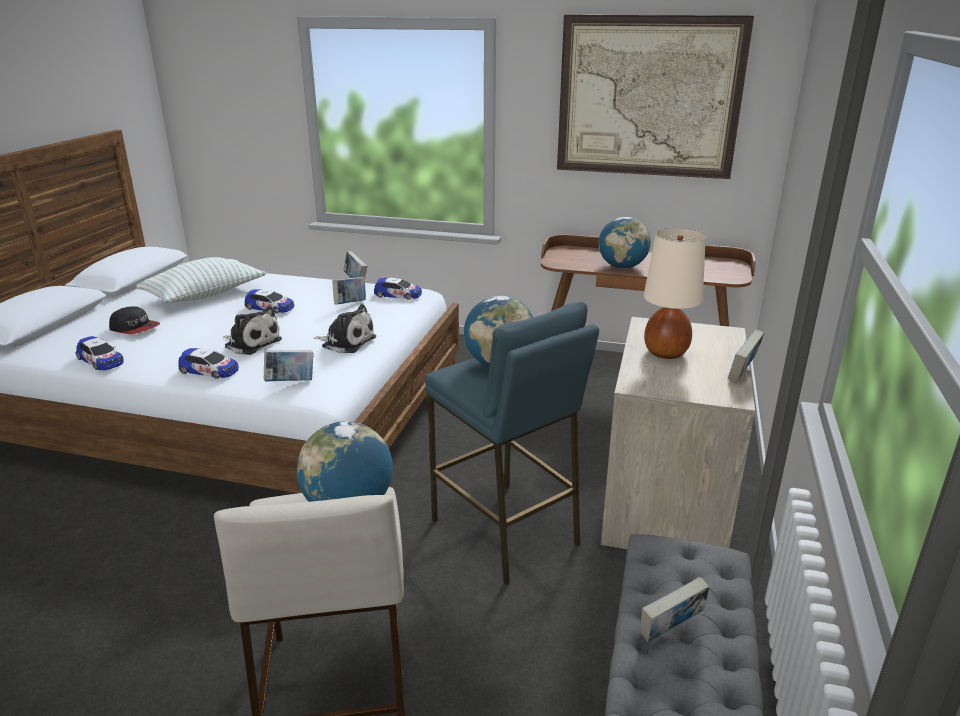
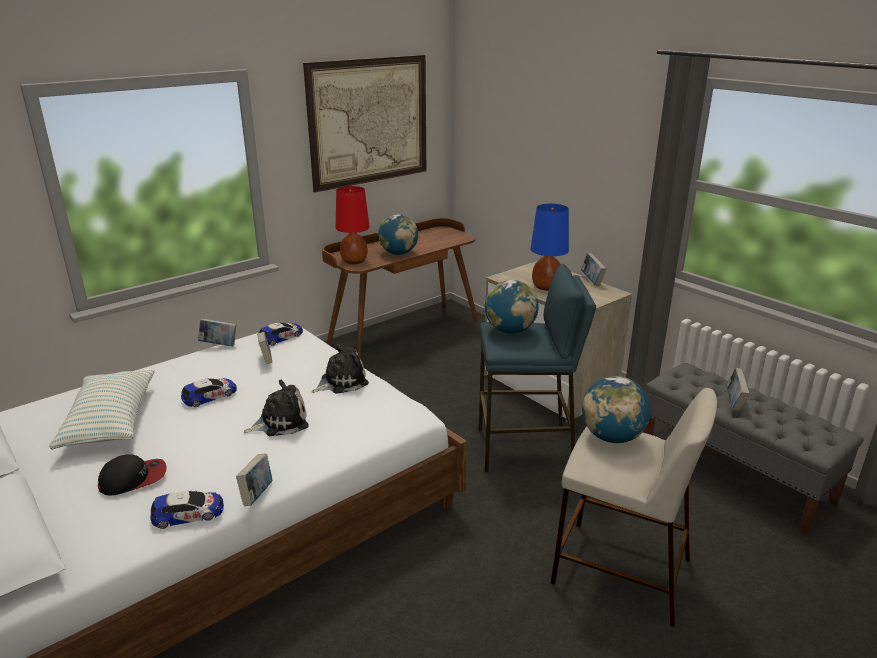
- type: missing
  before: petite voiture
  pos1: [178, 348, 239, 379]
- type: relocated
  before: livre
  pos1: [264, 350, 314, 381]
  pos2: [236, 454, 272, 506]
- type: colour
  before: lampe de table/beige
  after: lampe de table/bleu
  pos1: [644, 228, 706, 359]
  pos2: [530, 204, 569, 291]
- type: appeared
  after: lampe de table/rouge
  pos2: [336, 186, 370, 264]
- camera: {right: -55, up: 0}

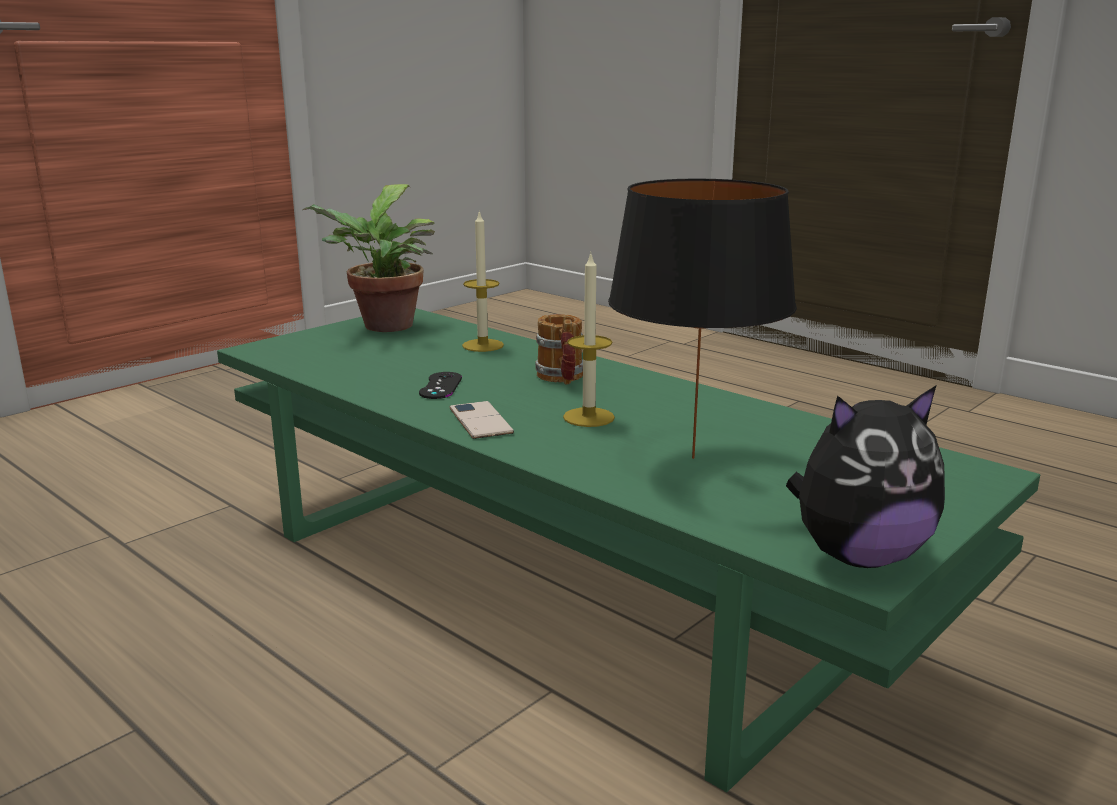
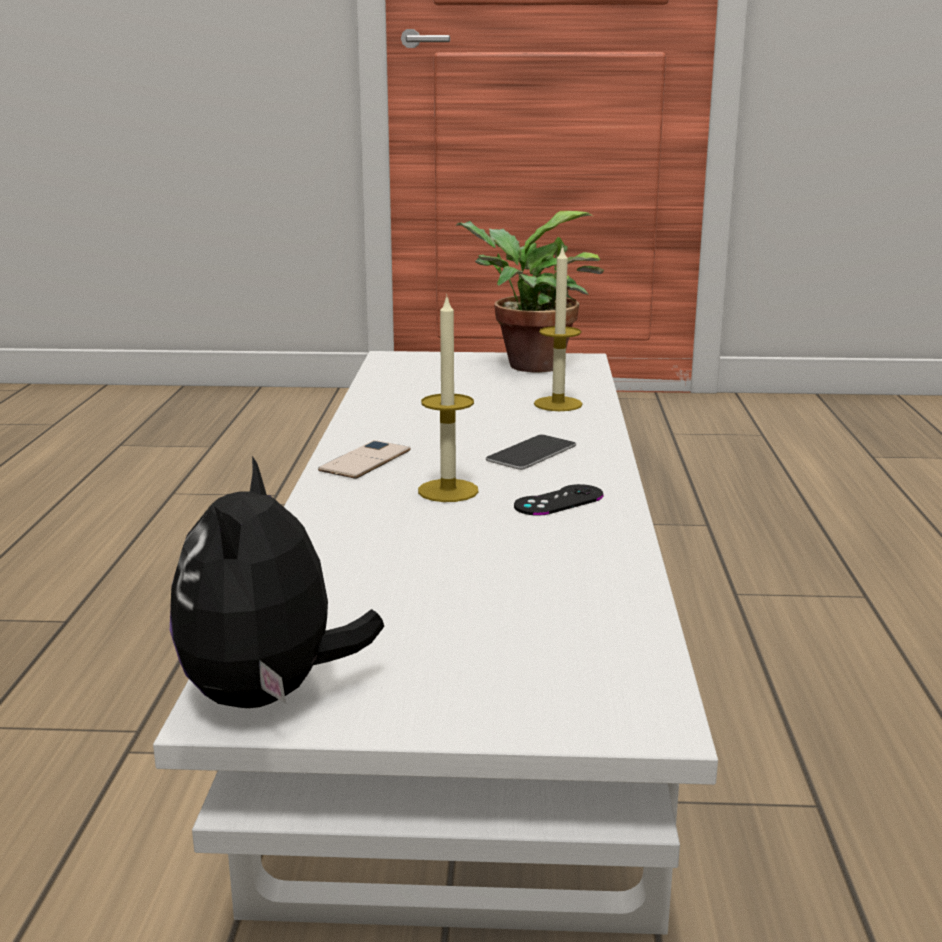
- type: colour
  before: table basse/vert
  after: table basse/blanc
  pos1: [217, 308, 1040, 792]
  pos2: [153, 351, 718, 935]
- type: relocated
  before: manette/noir
  pos1: [419, 372, 462, 399]
  pos2: [514, 484, 604, 516]
- type: exchanged
  before: mug
  after: téléphone
  pos1: [535, 314, 583, 384]
  pos2: [486, 434, 576, 470]
- type: missing
  before: lampe de table/noir
  pos1: [608, 179, 797, 459]
- type: spun
  before: peluche
  pos1: [786, 385, 945, 568]
  pos2: [170, 456, 384, 708]
  turn: 60
- camera: {right: 50, up: 0}

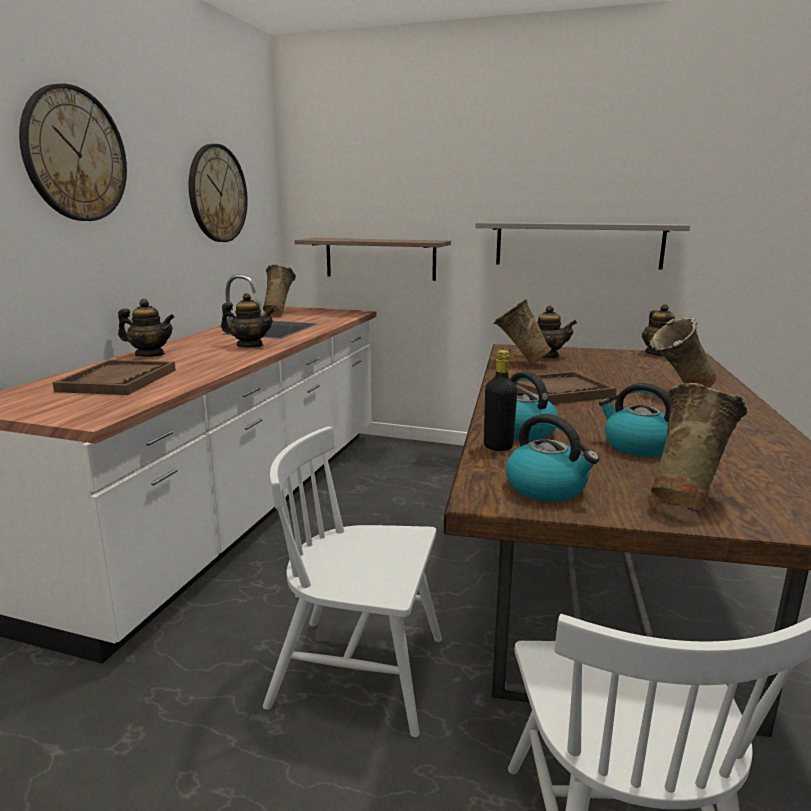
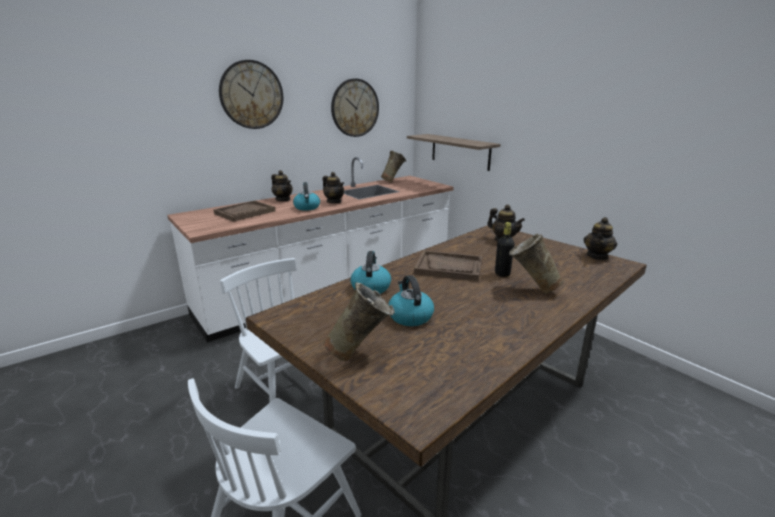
- type: missing
  before: étagère/gris
  pos1: [475, 222, 690, 270]
- type: relocated
  before: bouteille/noir
  pos1: [484, 350, 517, 451]
  pos2: [495, 222, 515, 277]
- type: missing
  before: vase/beige
  pos1: [493, 300, 552, 365]
- type: relocated
  before: bouilloire
  pos1: [506, 414, 599, 502]
  pos2: [293, 182, 320, 210]
- camera: {right: 35, up: 5}

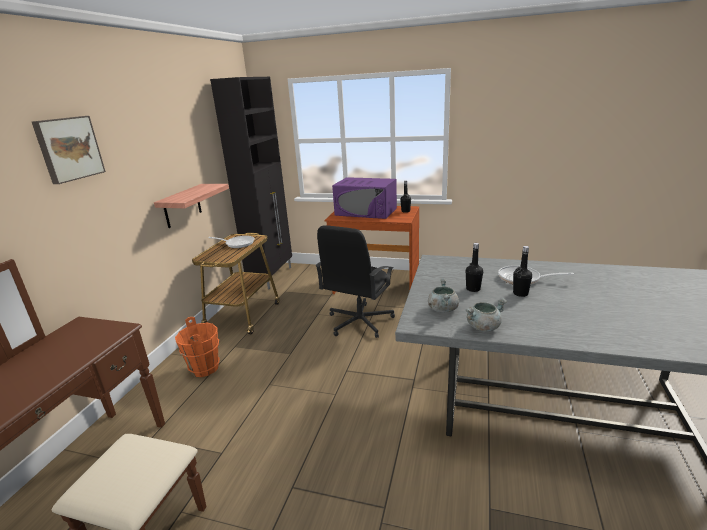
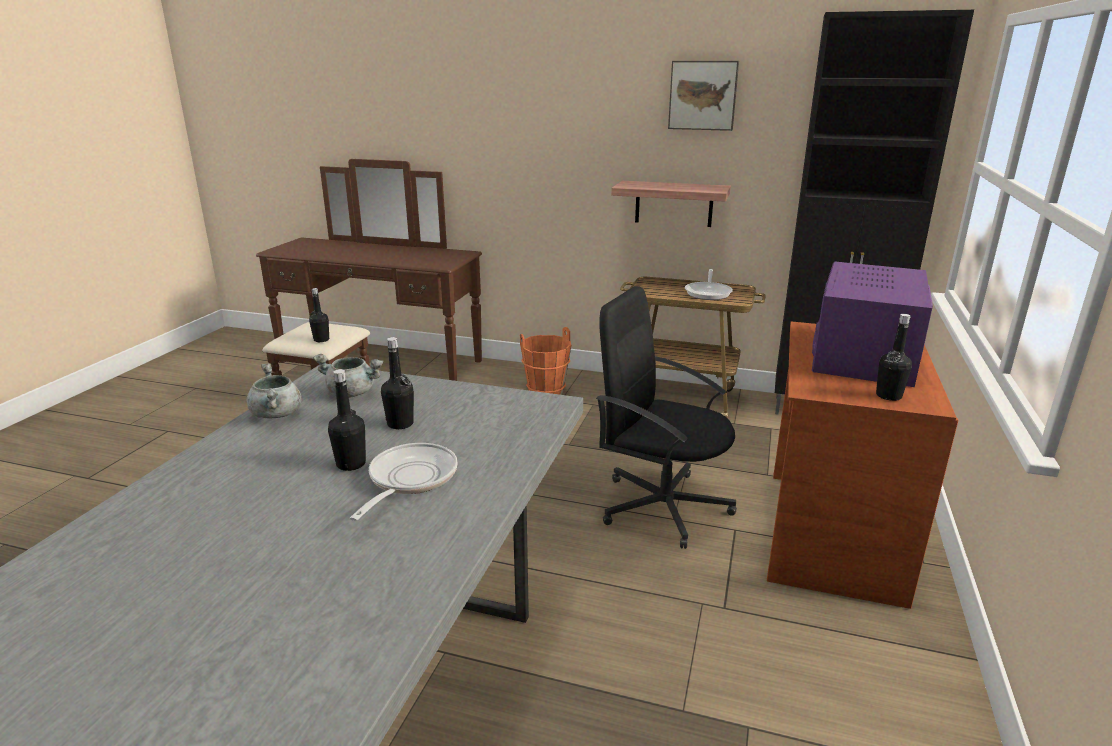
- type: relocated
  before: tableau
  pos1: [32, 116, 106, 184]
  pos2: [668, 61, 739, 131]
- type: appeared
  after: bouteille/noir
  pos2: [309, 288, 329, 342]
- camera: {right: 90, up: 0}

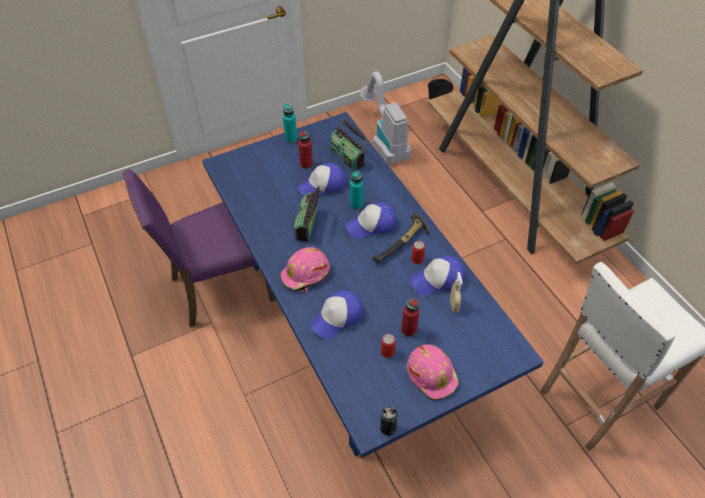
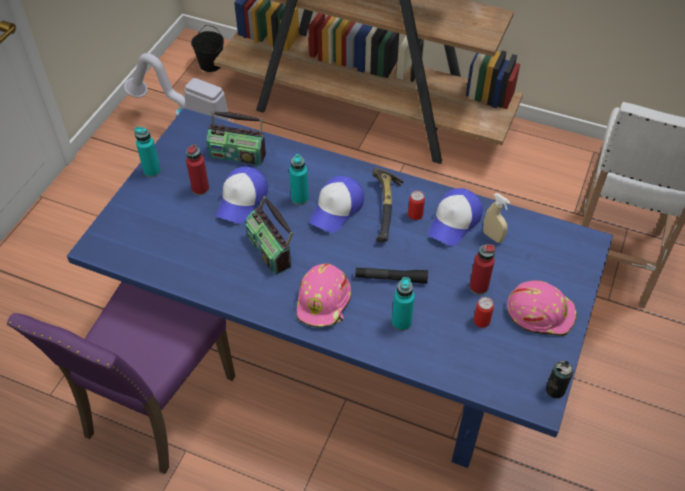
- type: exchanged
  before: casquette
  after: bouteille/turquoise
  pos1: [310, 290, 363, 339]
  pos2: [392, 277, 415, 331]
- type: appeared
  after: lampe de poche/noir
  pos2: [355, 267, 428, 284]
- camera: {right: -40, up: 0}

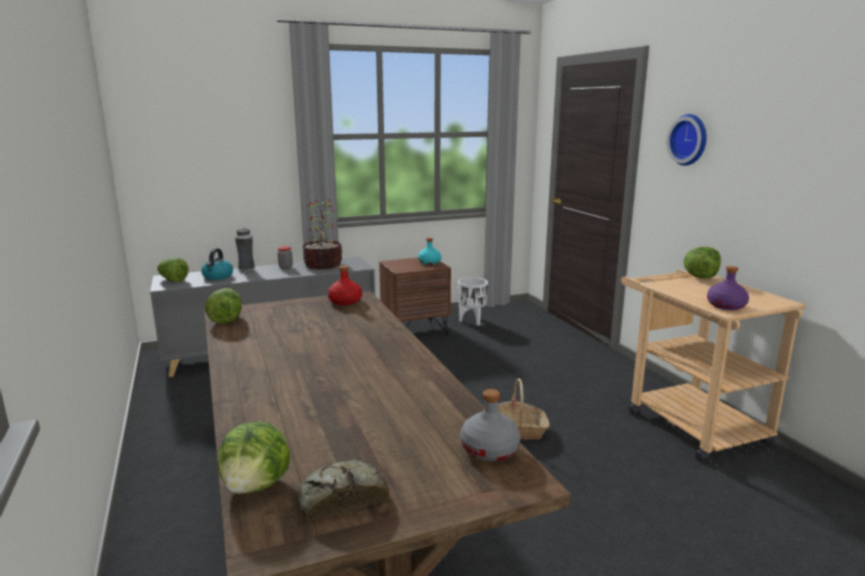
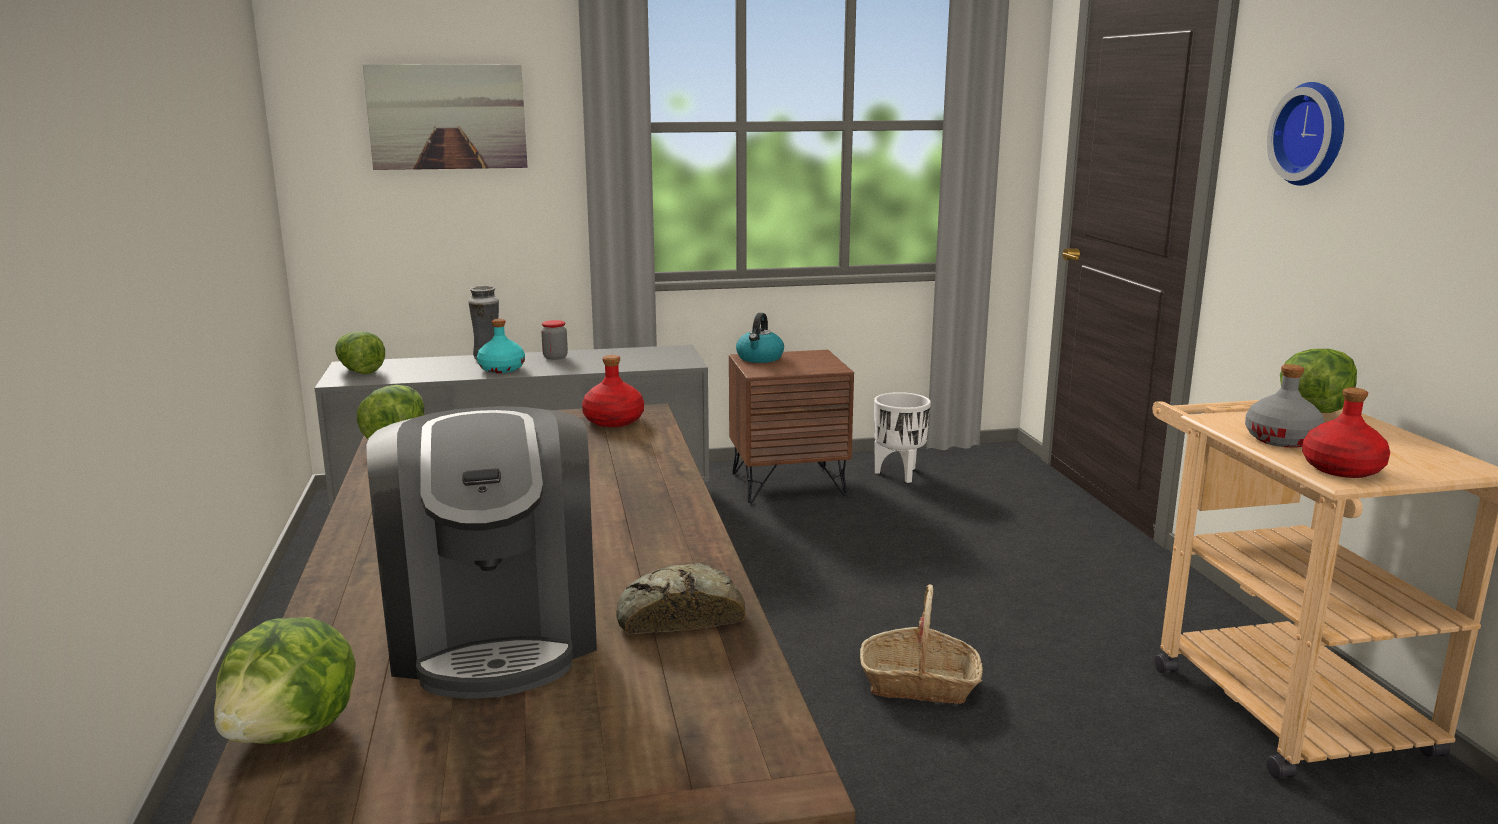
- type: relocated
  before: bouilloire
  pos1: [201, 248, 233, 280]
  pos2: [736, 313, 784, 363]
- type: relocated
  before: pain
  pos1: [298, 459, 389, 520]
  pos2: [616, 563, 745, 634]
- type: missing
  before: plante en pot
  pos1: [303, 199, 342, 269]
- type: relocated
  before: bouteille/turquoise
  pos1: [418, 238, 441, 265]
  pos2: [477, 319, 525, 373]
- type: relocated
  before: bouteille/gris
  pos1: [460, 389, 520, 461]
  pos2: [1245, 364, 1325, 448]
- type: colour
  before: bouteille/violet
  after: bouteille/rouge
  pos1: [707, 266, 749, 310]
  pos2: [1302, 387, 1390, 478]
- type: appeared
  after: tableau
  pos2: [363, 64, 527, 170]
- type: appeared
  after: machine à café
  pos2: [367, 406, 597, 698]
- camera: {right: 10, up: 0}

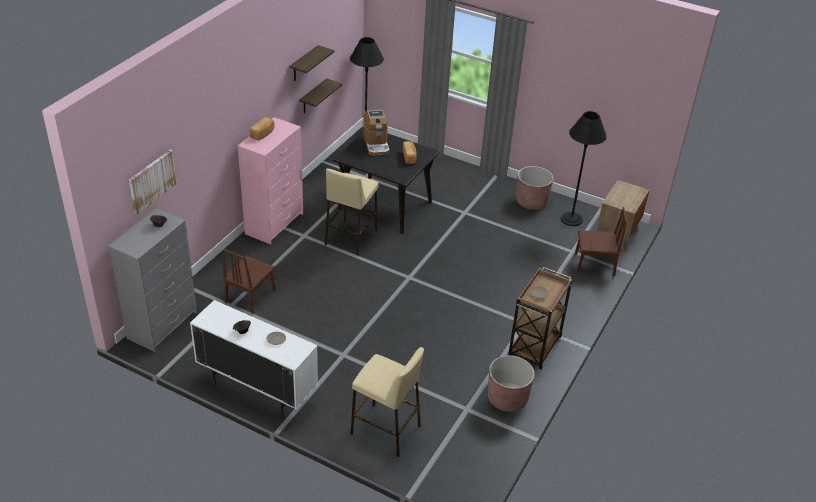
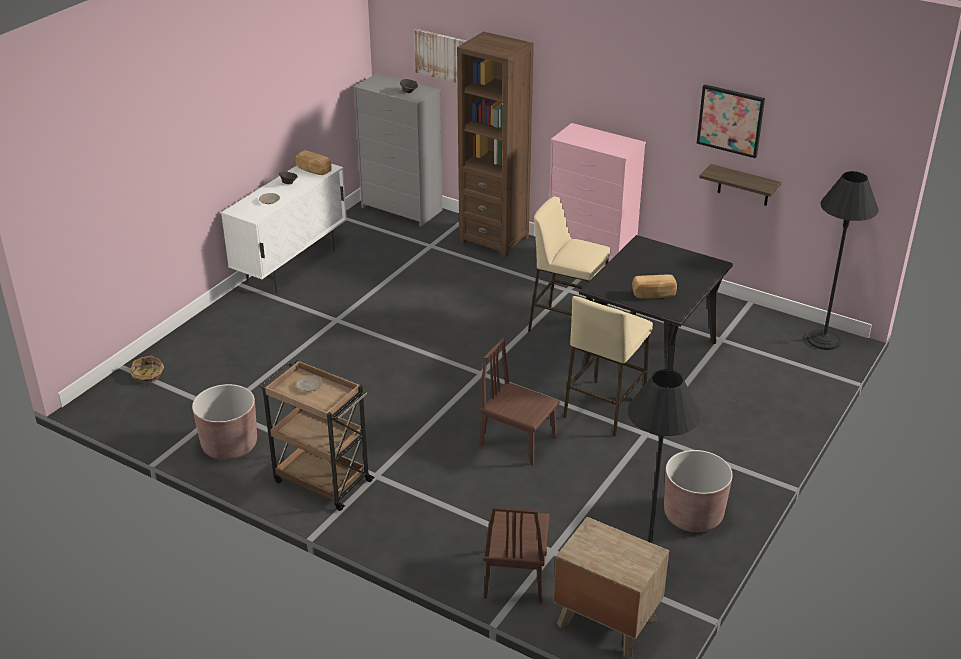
- type: relocated
  before: chaise/marron
  pos1: [223, 249, 275, 314]
  pos2: [480, 338, 560, 466]
- type: relocated
  before: pain
  pos1: [249, 117, 275, 140]
  pos2: [296, 150, 332, 175]
- type: exchanged
  before: étagère
  after: tableau
  pos1: [289, 45, 334, 81]
  pos2: [697, 84, 765, 158]
- type: relocated
  before: tabouret/beige
  pos1: [350, 347, 424, 457]
  pos2: [563, 296, 653, 436]
- type: missing
  before: machine à café
  pos1: [364, 109, 390, 156]
- type: appeared
  after: panier
  pos2: [130, 356, 164, 384]
- type: appeared
  after: bibliothèque/marron
  pos2: [457, 32, 534, 258]
- camera: {right: 95, up: -5}

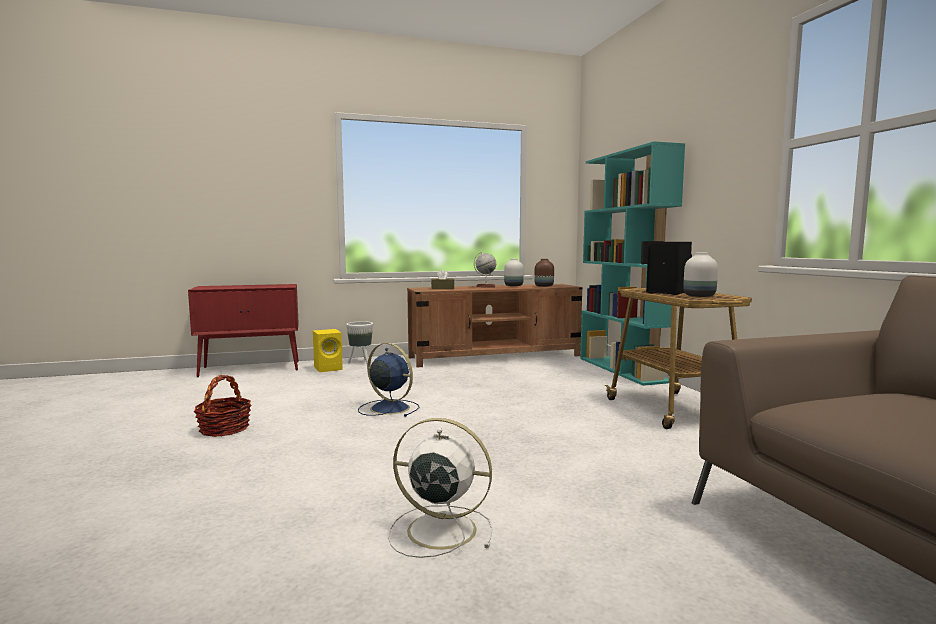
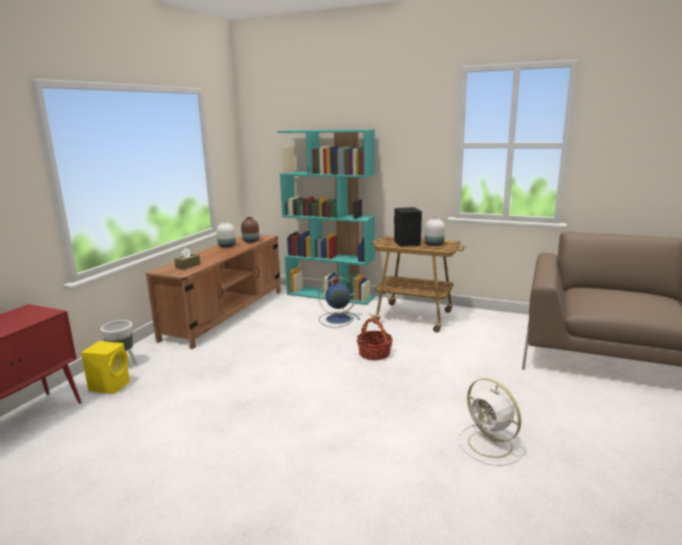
- type: relocated
  before: panier
  pos1: [194, 375, 252, 437]
  pos2: [357, 318, 393, 360]
- type: relocated
  before: ventilateur/bleu
  pos1: [358, 343, 419, 417]
  pos2: [319, 277, 360, 328]
- type: spun
  before: ventilateur/blanc
  pos1: [388, 418, 492, 558]
  pos2: [458, 378, 526, 466]
  turn: -90
- type: missing
  before: globe
  pos1: [474, 252, 496, 287]
- camera: {right: -50, up: 10}

